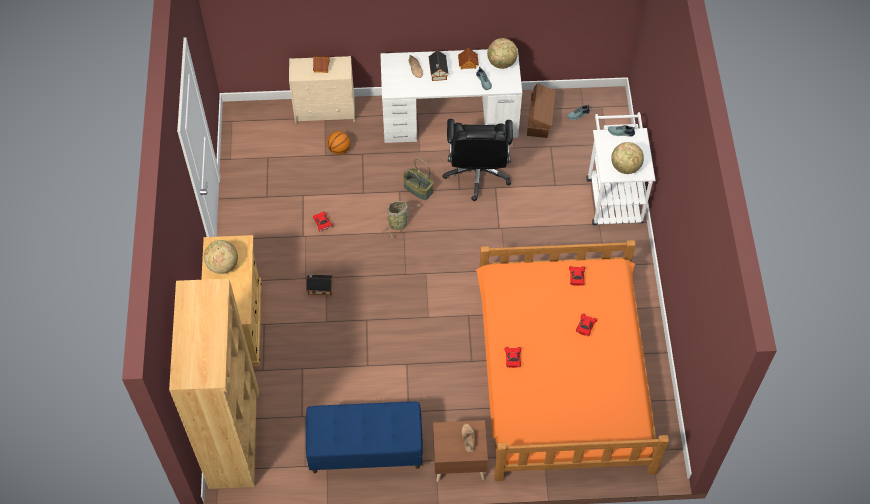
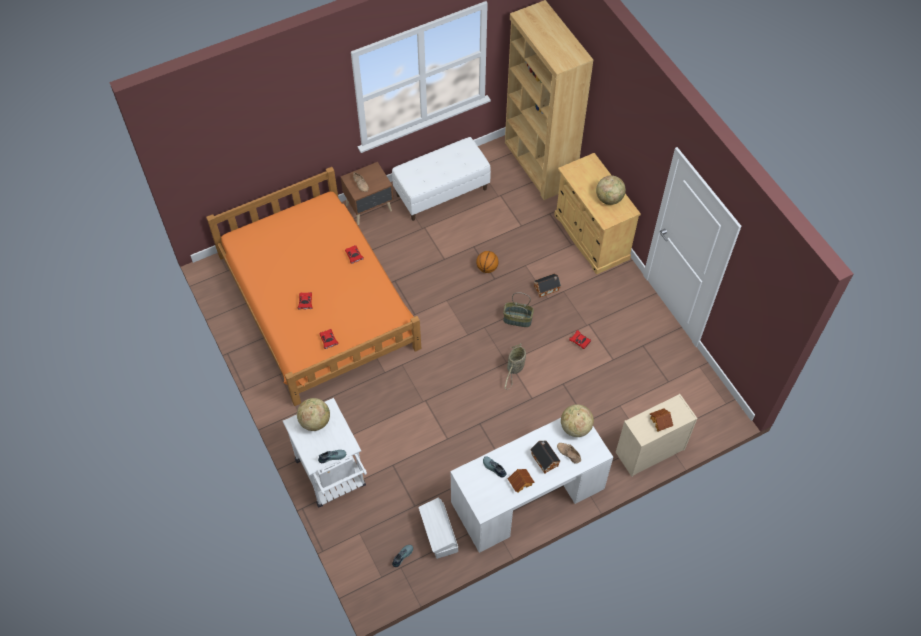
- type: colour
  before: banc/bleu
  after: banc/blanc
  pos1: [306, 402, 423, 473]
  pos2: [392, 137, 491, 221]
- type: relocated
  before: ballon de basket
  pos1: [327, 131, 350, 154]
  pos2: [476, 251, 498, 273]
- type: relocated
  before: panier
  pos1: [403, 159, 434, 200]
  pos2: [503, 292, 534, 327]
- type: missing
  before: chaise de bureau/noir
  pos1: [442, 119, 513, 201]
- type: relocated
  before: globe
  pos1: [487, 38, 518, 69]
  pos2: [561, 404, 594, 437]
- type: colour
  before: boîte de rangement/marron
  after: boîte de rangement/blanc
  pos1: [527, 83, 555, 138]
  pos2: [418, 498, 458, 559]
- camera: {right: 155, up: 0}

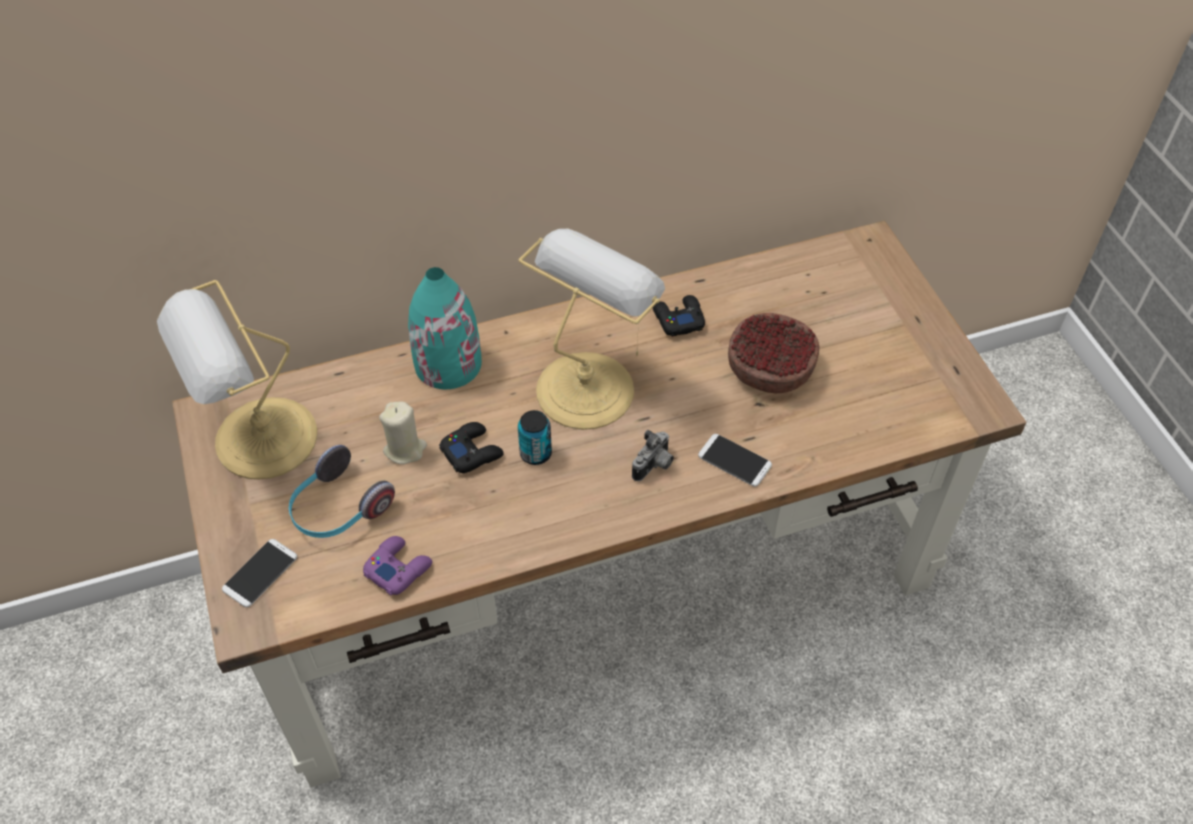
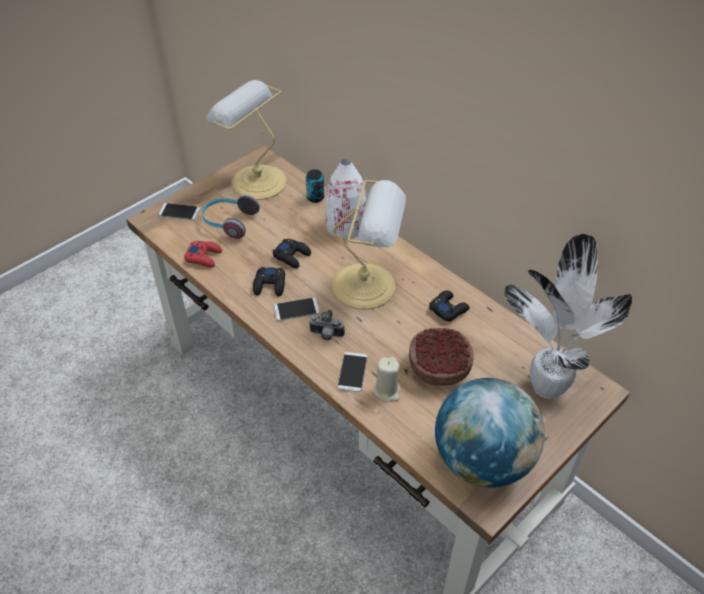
- type: colour
  before: manette/violet
  after: manette/rouge
  pos1: [363, 536, 432, 595]
  pos2: [184, 241, 222, 268]
- type: relocated
  before: bougie/beige
  pos1: [379, 402, 427, 464]
  pos2: [374, 357, 401, 402]
- type: colour
  before: vase/turquoise
  after: vase/blanc
  pos1: [408, 267, 482, 389]
  pos2: [325, 159, 367, 239]
- type: relocated
  before: boîte métallique
  pos1: [518, 410, 552, 465]
  pos2: [306, 169, 324, 203]
- type: appeared
  after: manette/noir
  pos2: [253, 267, 285, 296]
- type: appeared
  after: téléphone
  pos2: [274, 298, 320, 321]
- type: appeared
  after: globe
  pos2: [435, 378, 545, 488]
- type: appeared
  after: plante en pot
  pos2: [504, 234, 632, 399]
- camera: {right: 65, up: -5}

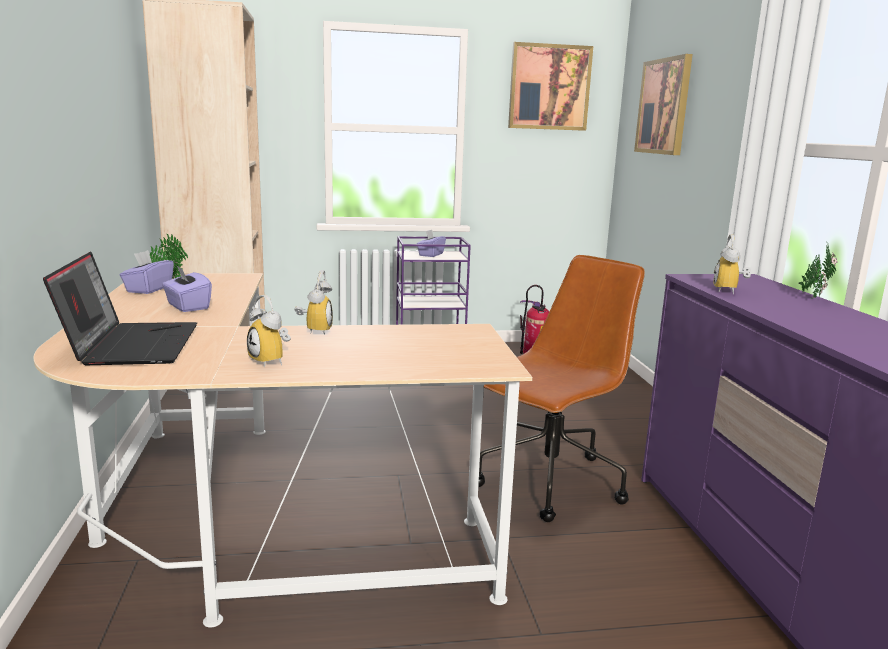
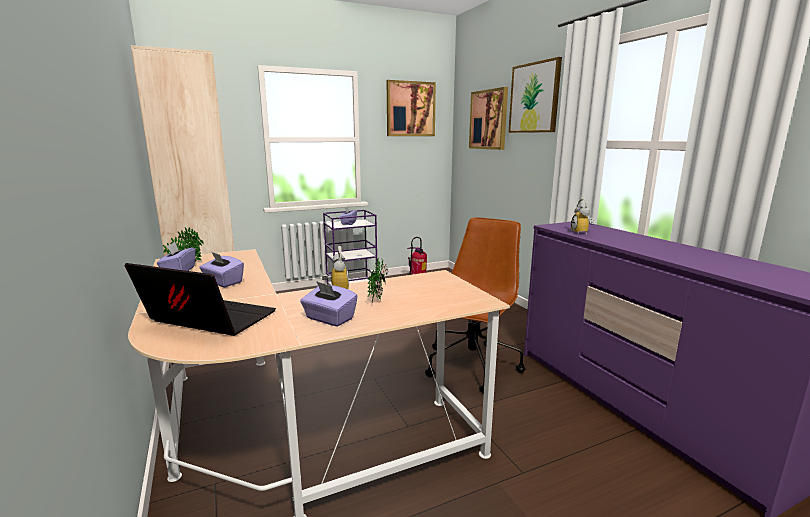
- type: spun
  before: ordinateur portable
  pos1: [43, 251, 197, 365]
  pos2: [125, 263, 276, 336]
  turn: -45
- type: exchanged
  before: réveil
  after: boîte à mouchoirs/violet
  pos1: [247, 295, 291, 367]
  pos2: [300, 281, 358, 327]
- type: relocated
  before: plante en pot
  pos1: [799, 241, 837, 299]
  pos2: [368, 259, 388, 304]
- type: appeared
  after: tableau
  pos2: [509, 57, 562, 133]
- camera: {right: -15, up: 0}

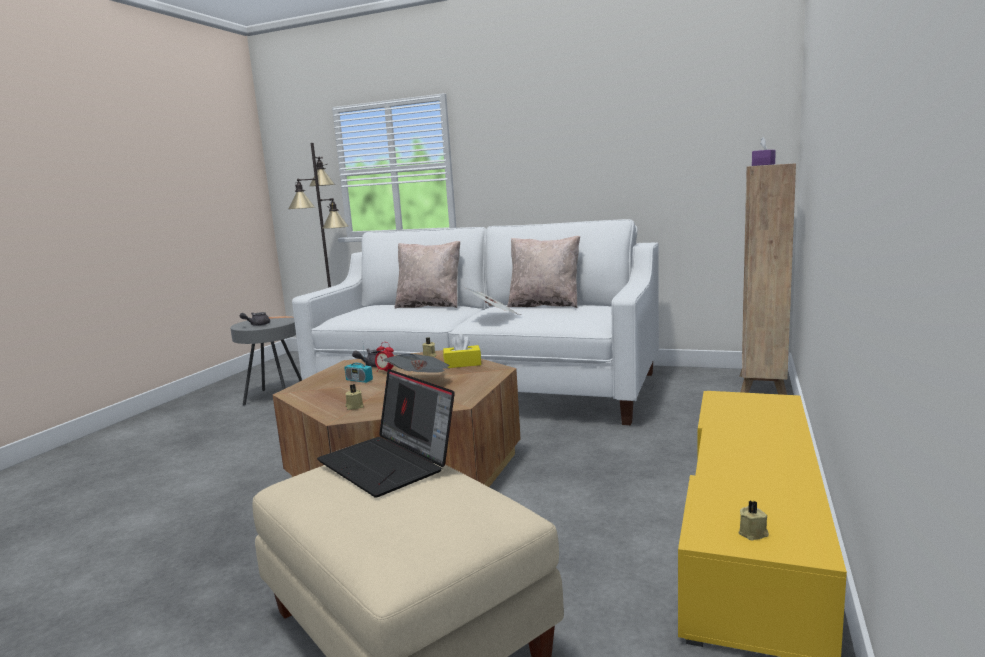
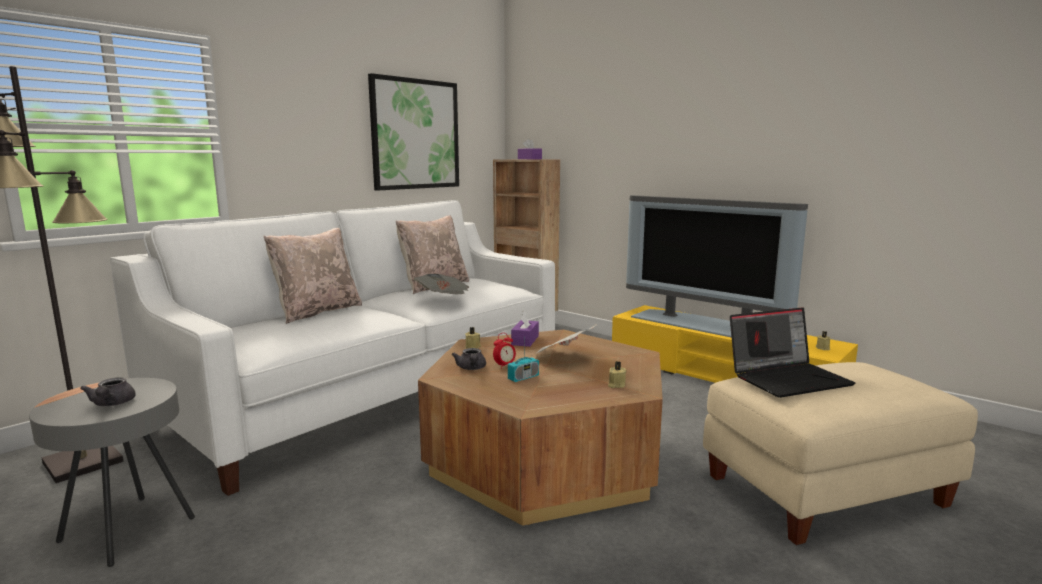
- type: colour
  before: boîte à mouchoirs/jaune
  after: boîte à mouchoirs/violet
  pos1: [443, 334, 481, 368]
  pos2: [511, 311, 539, 347]
- type: appeared
  after: tableau
  pos2: [368, 73, 459, 191]
- type: appeared
  after: téléviseur
  pos2: [626, 195, 808, 338]
- camera: {right: -70, up: 0}

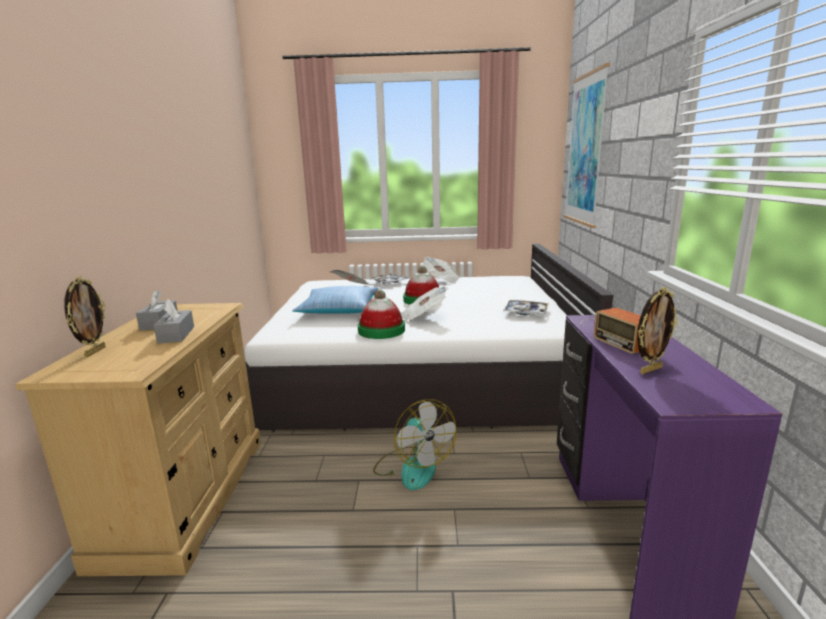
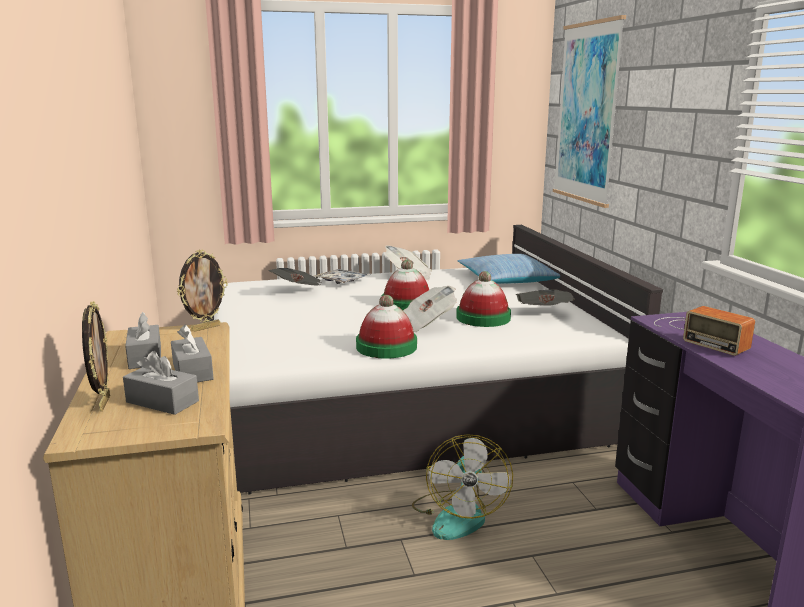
- type: relocated
  before: coussin
  pos1: [292, 286, 379, 314]
  pos2: [458, 254, 560, 284]
- type: spun
  before: ventilateur
  pos1: [373, 399, 456, 490]
  pos2: [412, 434, 513, 540]
  turn: 45
- type: exchanged
  before: plateau
  after: journal
  pos1: [503, 300, 549, 315]
  pos2: [516, 289, 575, 306]
- type: relocated
  before: cadre photo
  pos1: [637, 287, 677, 374]
  pos2: [177, 250, 228, 332]
- type: appeared
  after: boîte à mouchoirs/gris
  pos2: [123, 351, 199, 415]
- type: appeared
  after: chapeau
  pos2: [456, 271, 511, 327]
- camera: {right: -15, up: 0}

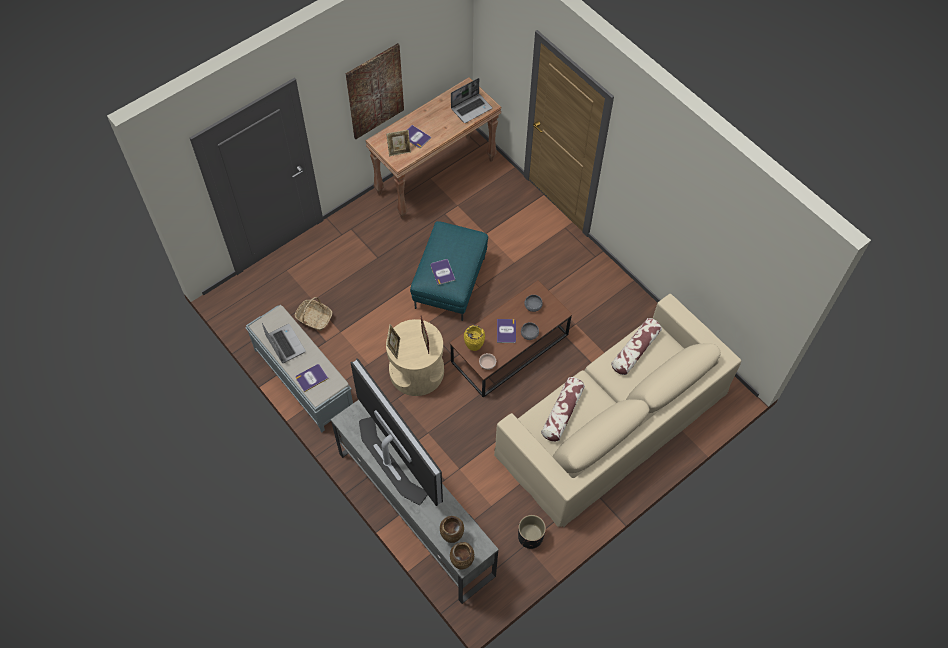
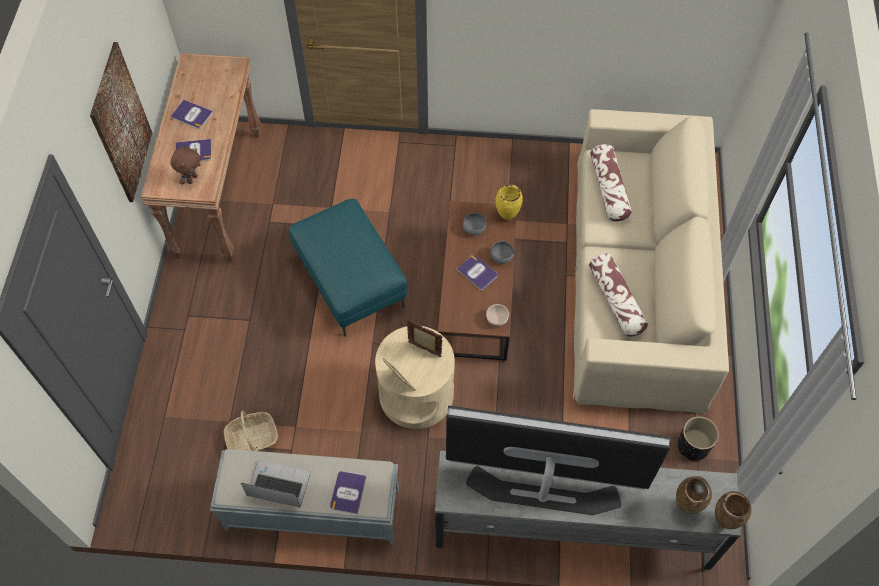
- type: exchanged
  before: cadre photo
  after: peluche/marron
  pos1: [386, 130, 411, 156]
  pos2: [170, 147, 201, 185]
- type: relocated
  before: livre
  pos1: [430, 259, 455, 285]
  pos2: [171, 99, 213, 129]
- type: missing
  before: ordinateur portable
  pos1: [451, 78, 492, 123]
- type: relocated
  before: vase/jaune
  pos1: [464, 325, 485, 351]
  pos2: [495, 185, 523, 220]
- camera: {right: -45, up: 0}

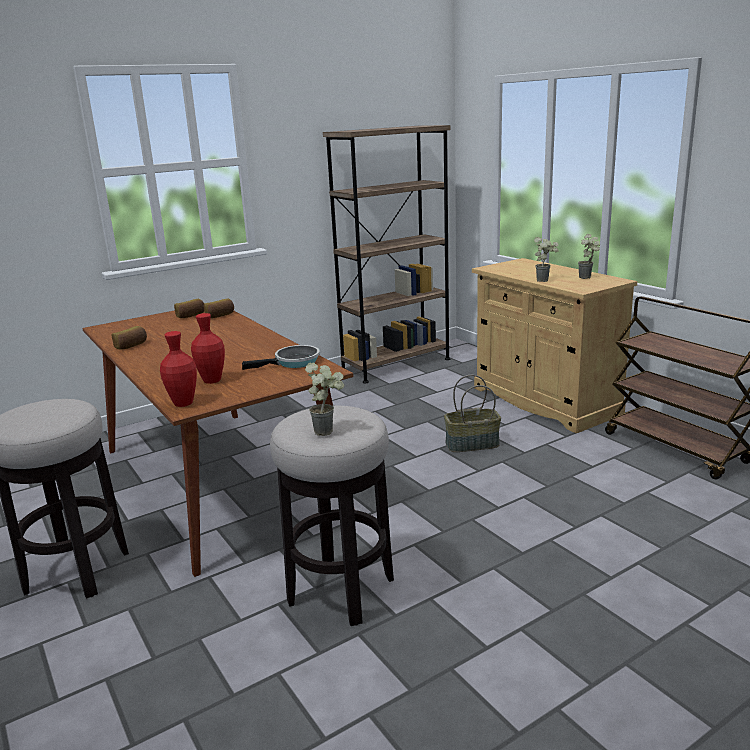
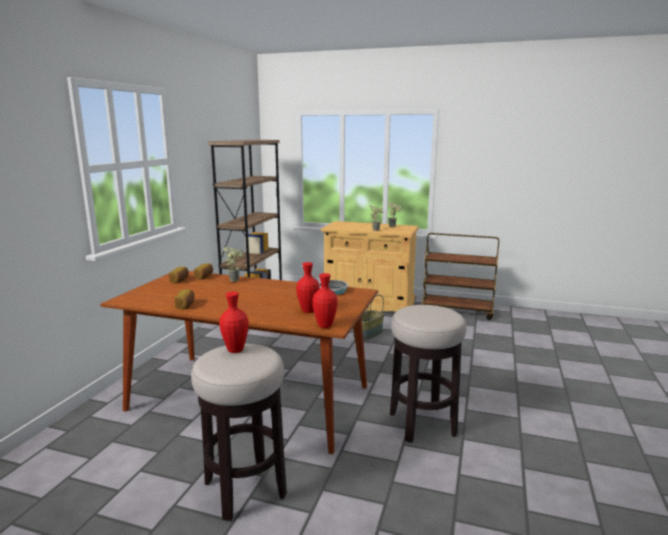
- type: relocated
  before: plante en pot
  pos1: [305, 363, 344, 436]
  pos2: [223, 247, 244, 282]
- type: appeared
  after: vase/rouge
  pos2: [219, 292, 249, 353]
- camera: {right: -40, up: -5}

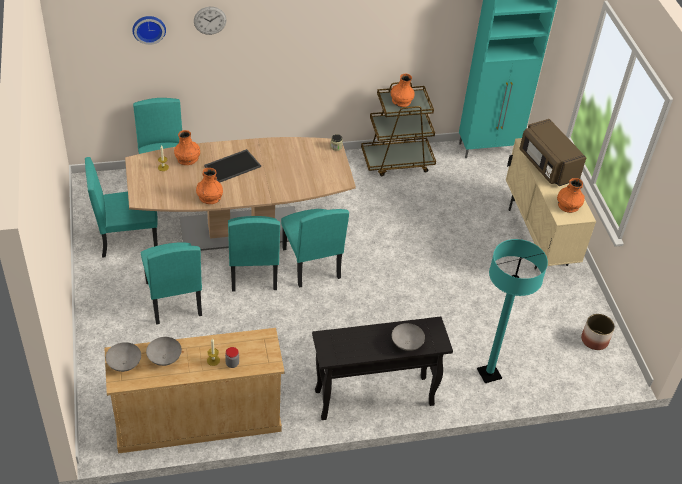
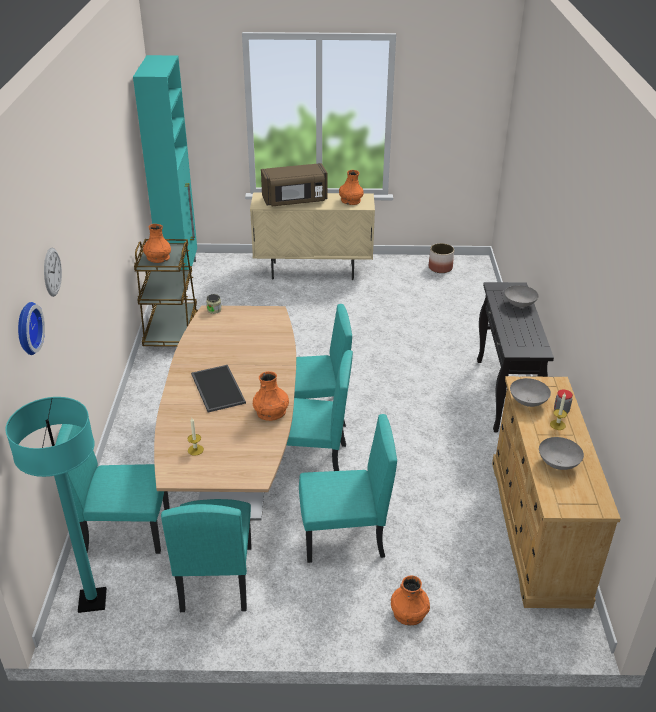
- type: relocated
  before: bol/gris
  pos1: [105, 342, 141, 372]
  pos2: [510, 378, 551, 407]
- type: relocated
  before: vase/orange
  pos1: [174, 130, 200, 165]
  pos2: [391, 576, 430, 625]
- type: relocated
  before: lampadaire/turquoise
  pos1: [477, 239, 548, 383]
  pos2: [5, 397, 107, 613]
- camera: {right: -75, up: -10}

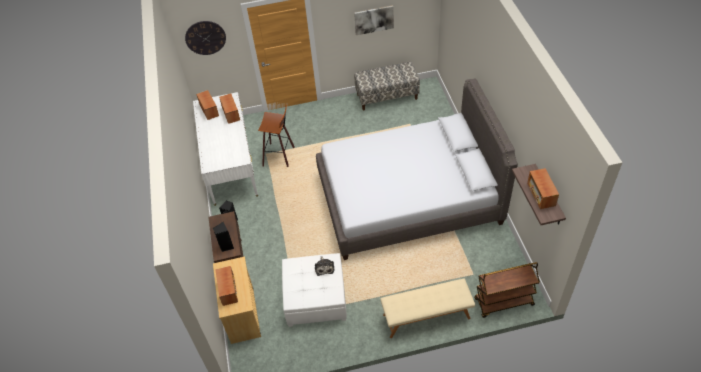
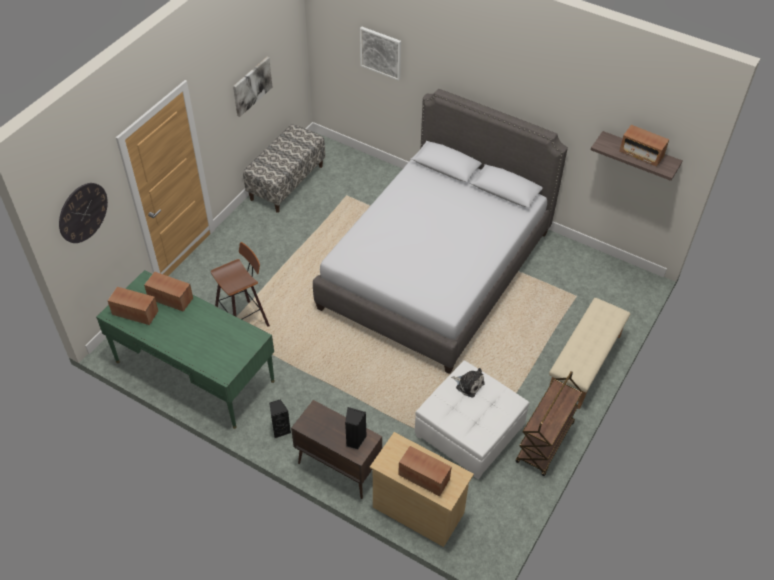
- type: colour
  before: bureau/blanc
  after: bureau/vert
  pos1: [193, 92, 258, 206]
  pos2: [96, 270, 275, 429]
- type: relocated
  before: chariot/marron
  pos1: [474, 262, 540, 318]
  pos2: [516, 371, 582, 476]
- type: appeared
  after: tableau
  pos2: [360, 27, 401, 81]
- camera: {right: -50, up: 0}

